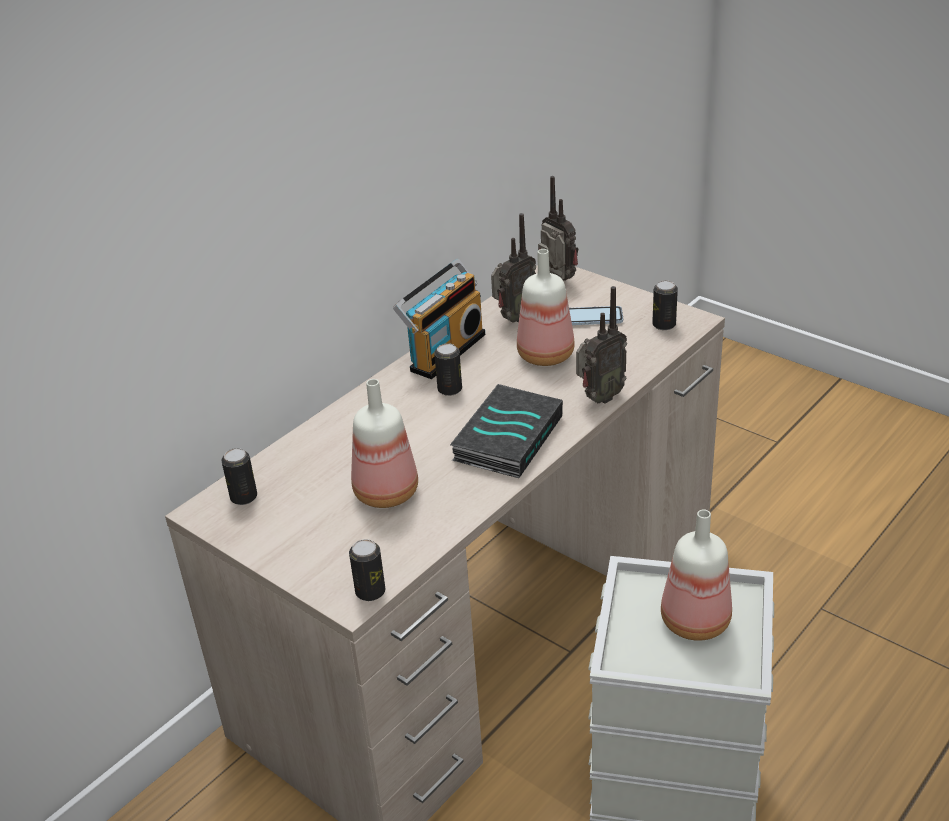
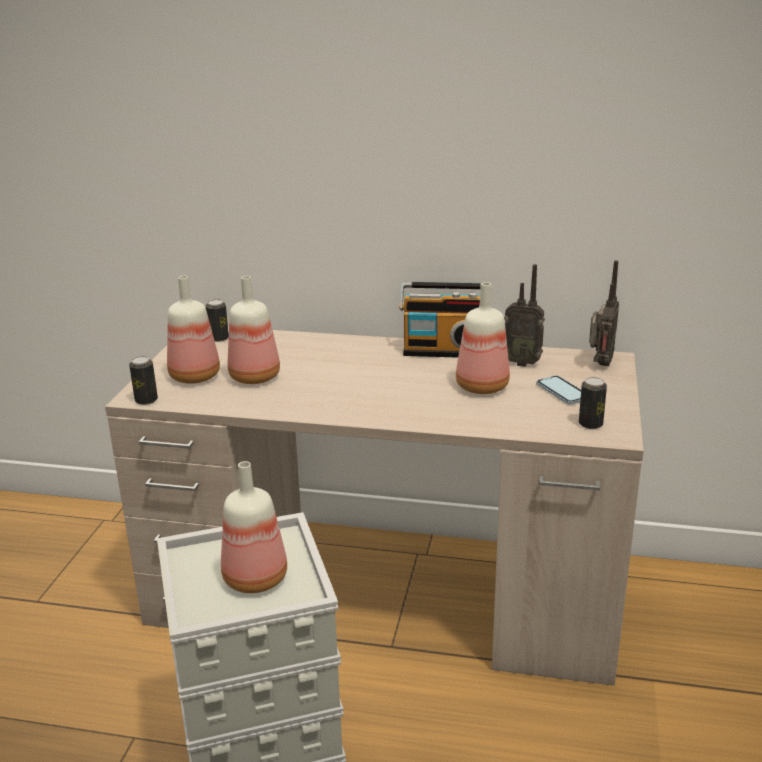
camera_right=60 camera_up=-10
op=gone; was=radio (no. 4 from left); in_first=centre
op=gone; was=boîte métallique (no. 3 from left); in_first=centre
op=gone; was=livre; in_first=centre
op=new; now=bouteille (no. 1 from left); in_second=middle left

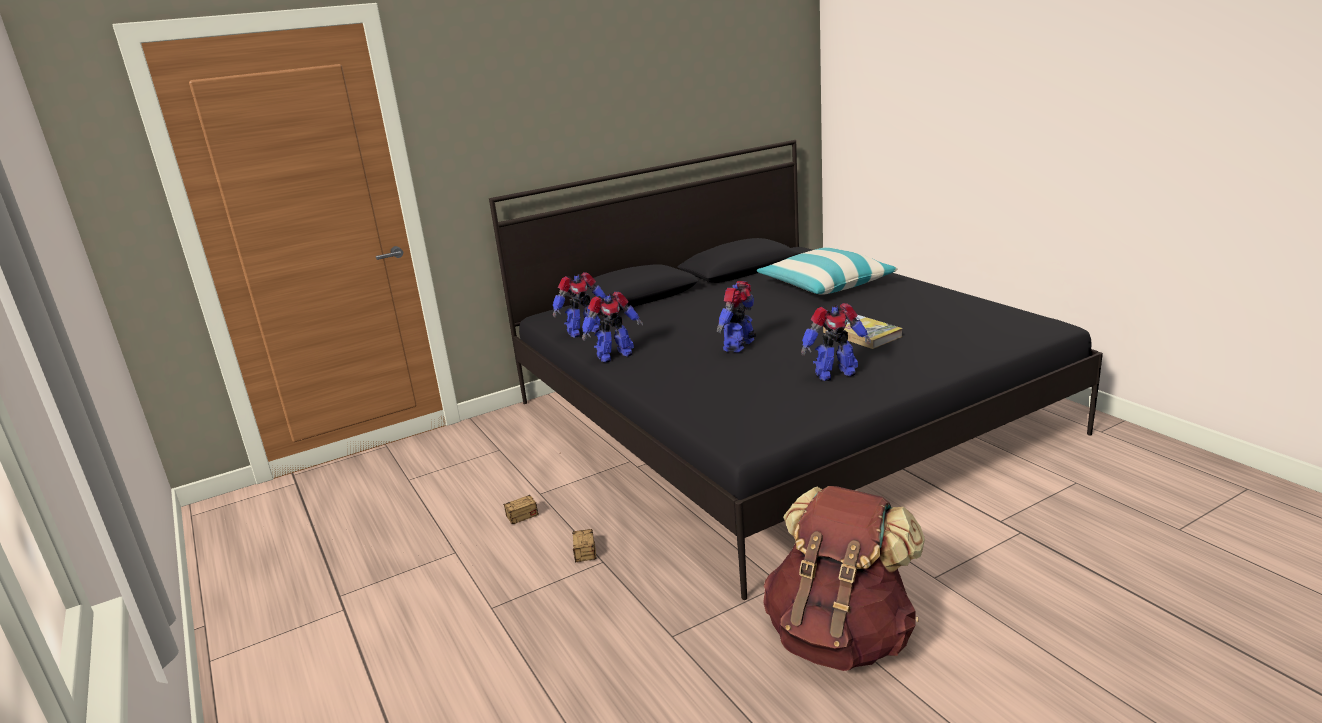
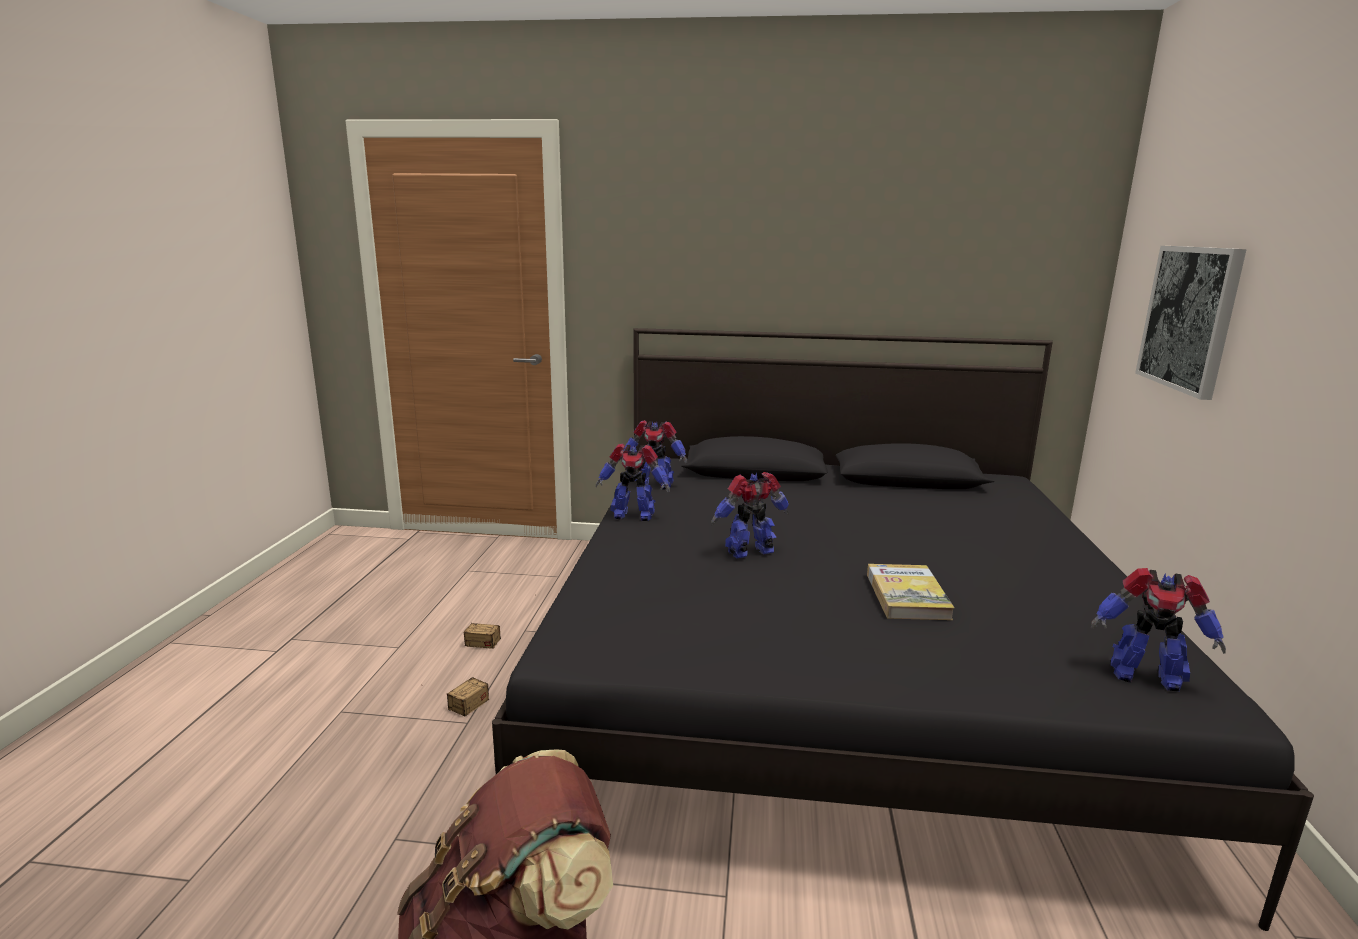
camera_right=35 camera_up=-5
op=gone; was=coussin; in_first=centre
op=shifted; was=robot jouet (no. 4 from left); in_first=centre; in_second=bottom right
op=new; now=tableau; in_second=middle right

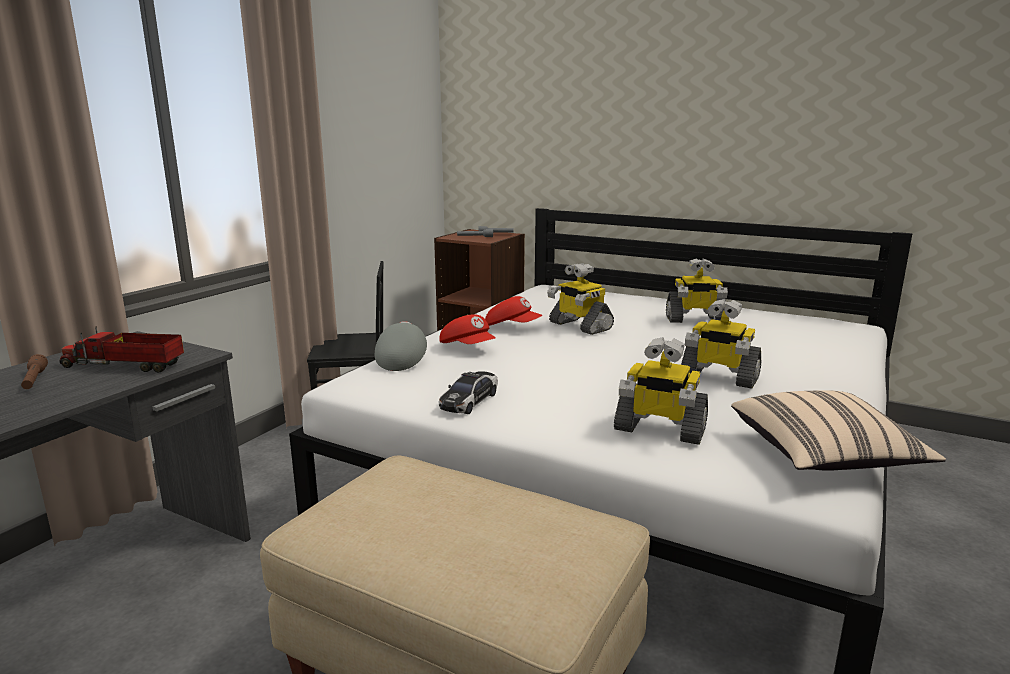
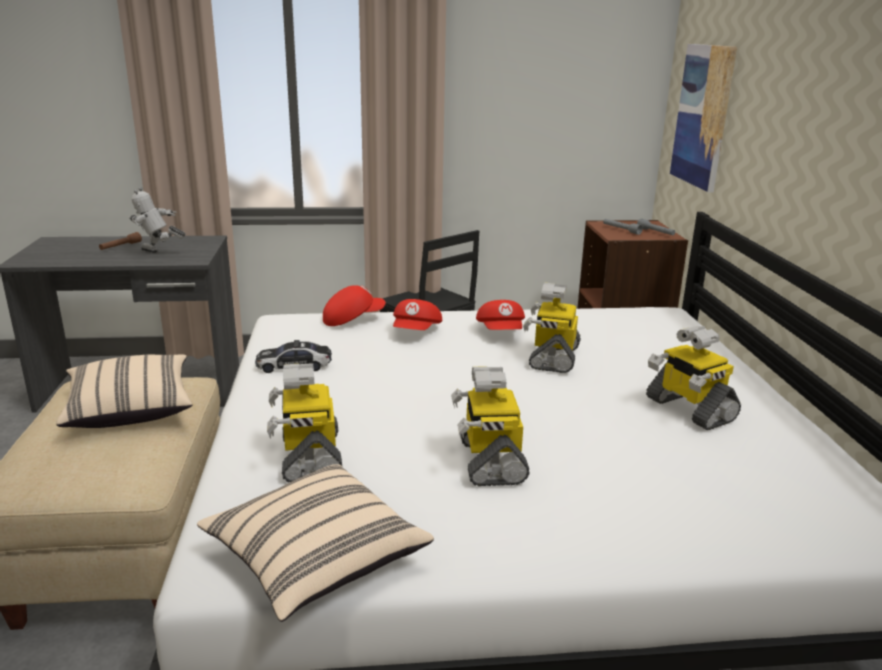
camera_right=55 camera_up=5
op=repainted; was=casquette [gris]; now=casquette [rouge] (no. 1 from left); in_first=centre; in_second=centre
op=swapped; was=camion jouet; now=robot jouet (no. 1 from left); in_first=middle left; in_second=top left
op=new; now=tableau; in_second=top right
op=new; now=coussin [beige] (no. 1 from left); in_second=middle left

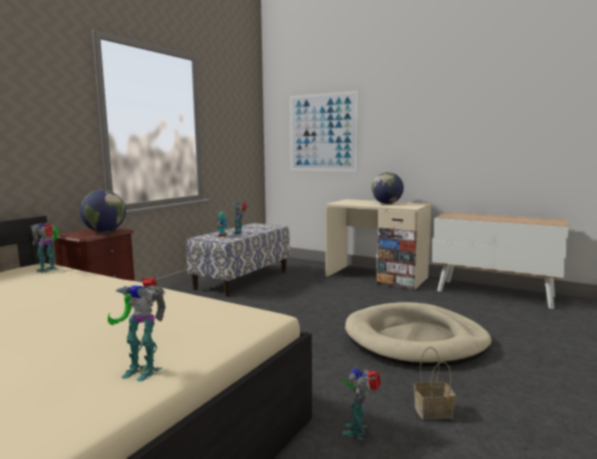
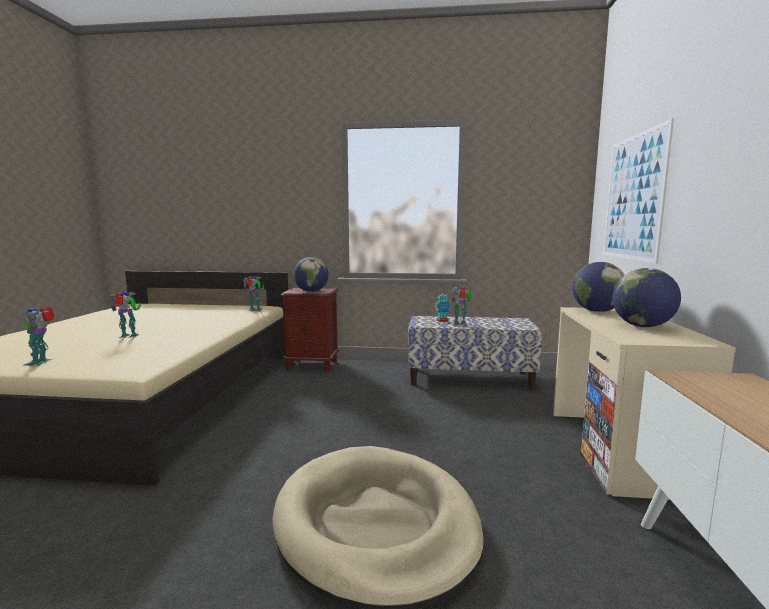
camera_right=65 camera_up=0
op=gone; was=panier; in_first=bottom right
op=shifted; was=robot jouet (no. 5 from left in the first image); now=robot jouet (no. 2 from left); in_first=bottom centre; in_second=middle left
op=new; now=globe (no. 2 from left); in_second=middle right

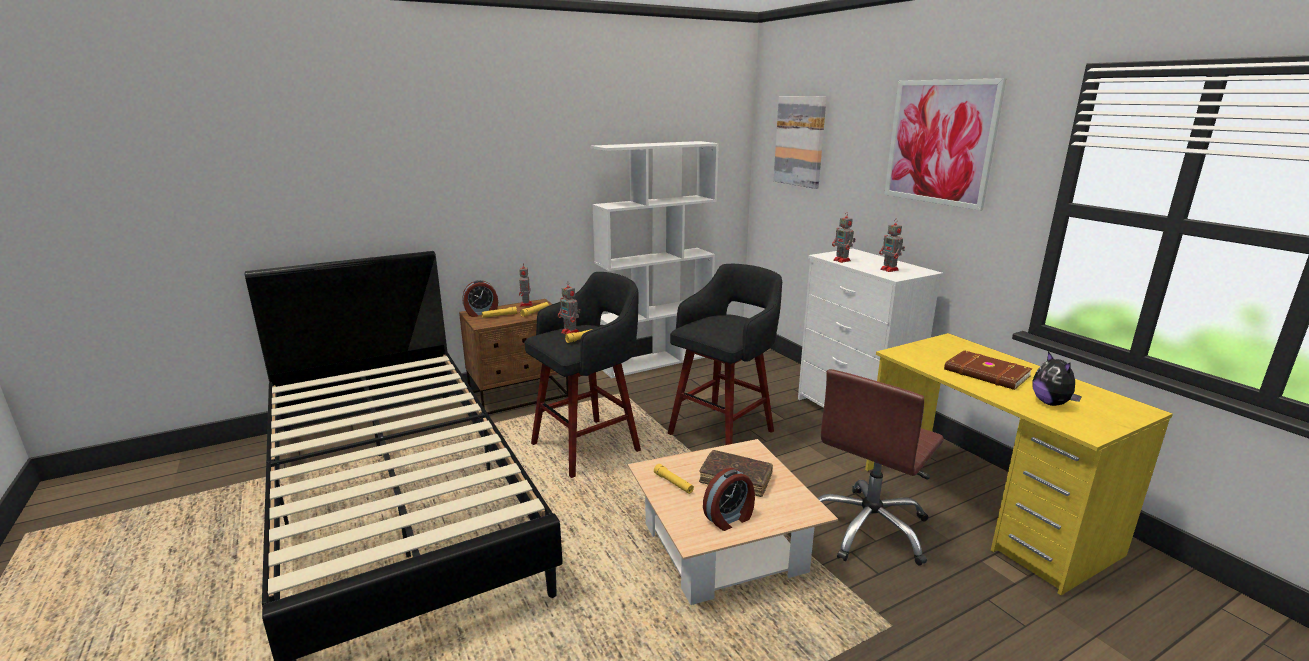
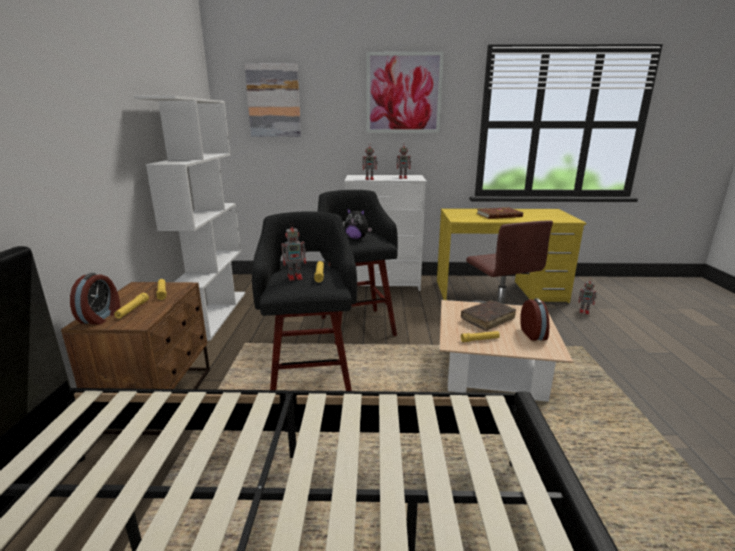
camera_right=-60 camera_up=0
op=shifted; was=robot jouet (no. 1 from left in the first image); now=robot jouet (no. 4 from left); in_first=centre; in_second=middle right
op=shifted; was=peluche; in_first=middle right; in_second=centre

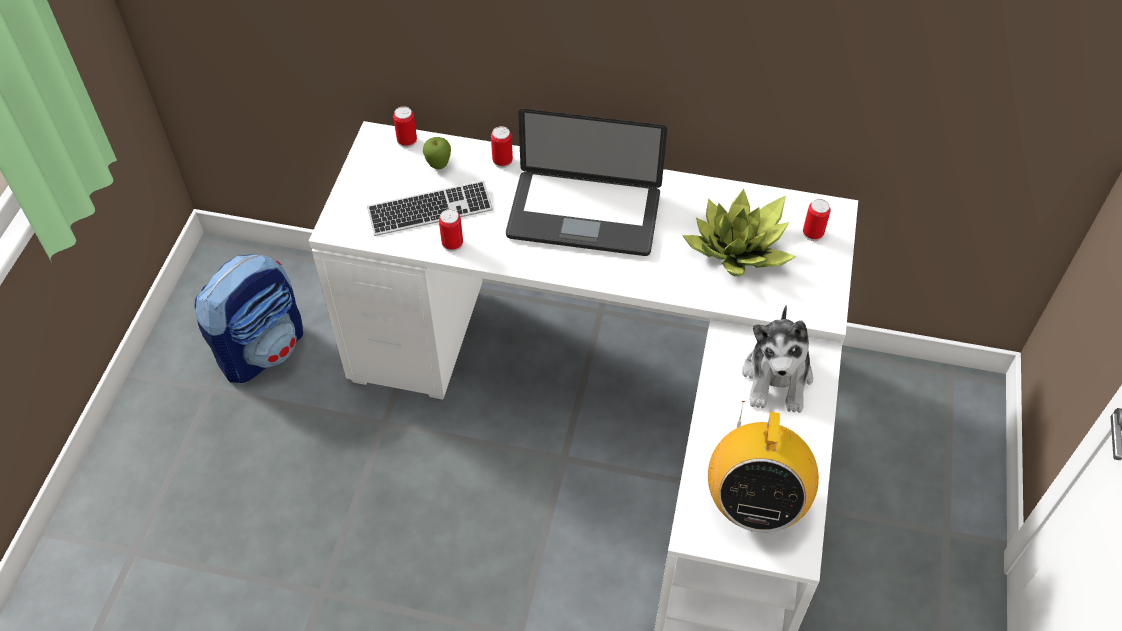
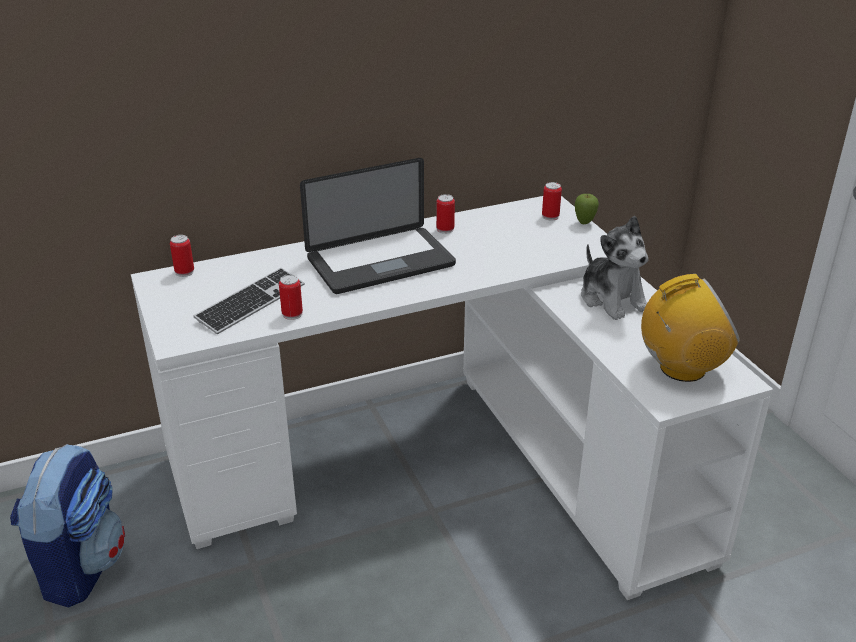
camera_right=-35 camera_up=-20
op=shifted; was=boîte métallique (no. 3 from left); in_first=top centre; in_second=centre
op=shifted; was=pomme; in_first=top centre; in_second=top right
op=gone; was=plante en pot; in_first=centre
op=rotated; was=radio; in_first=bottom right; in_second=middle right; clockwise=-75

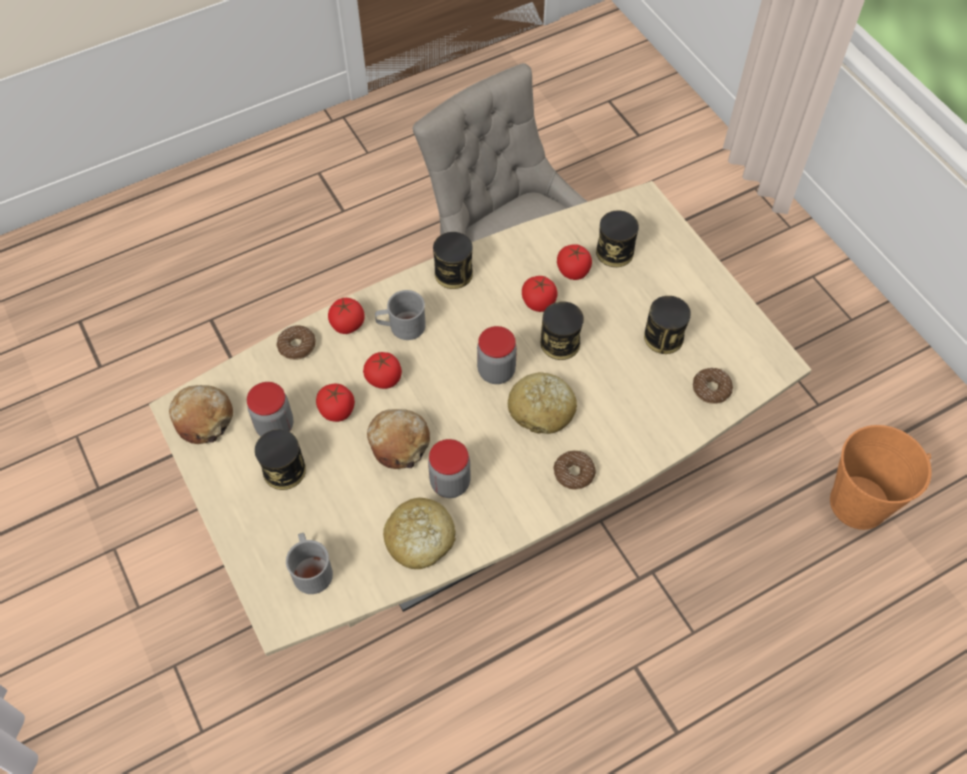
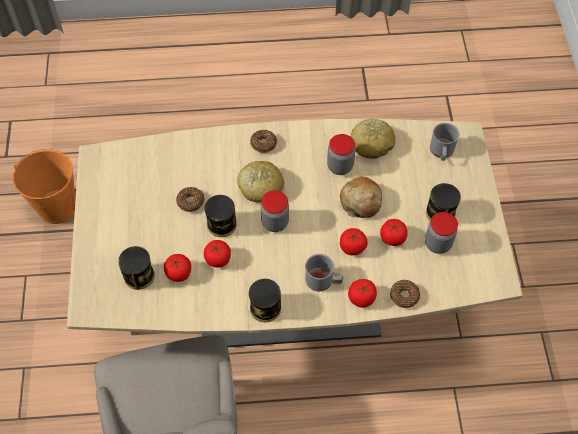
camera_right=-155 camera_up=0
op=gone; was=boîte métallique (no. 5 from left); in_first=middle right
op=shifted; was=beignet (no. 3 from left in the first image); now=beignet (no. 1 from left); in_first=middle right; in_second=middle left
op=gone; was=pain (no. 1 from left); in_first=middle left

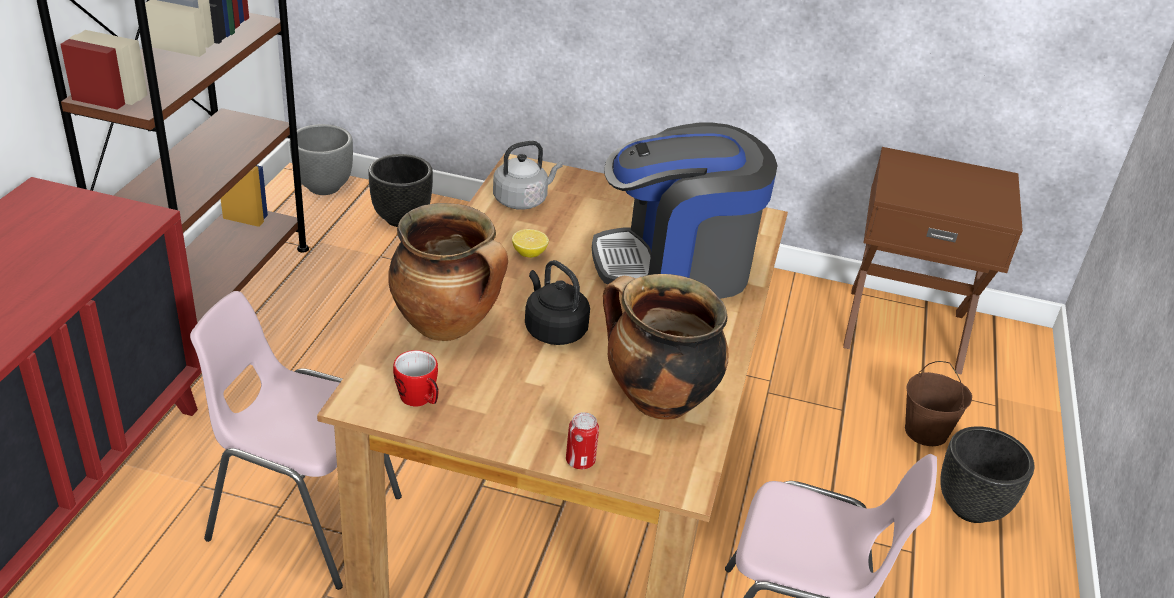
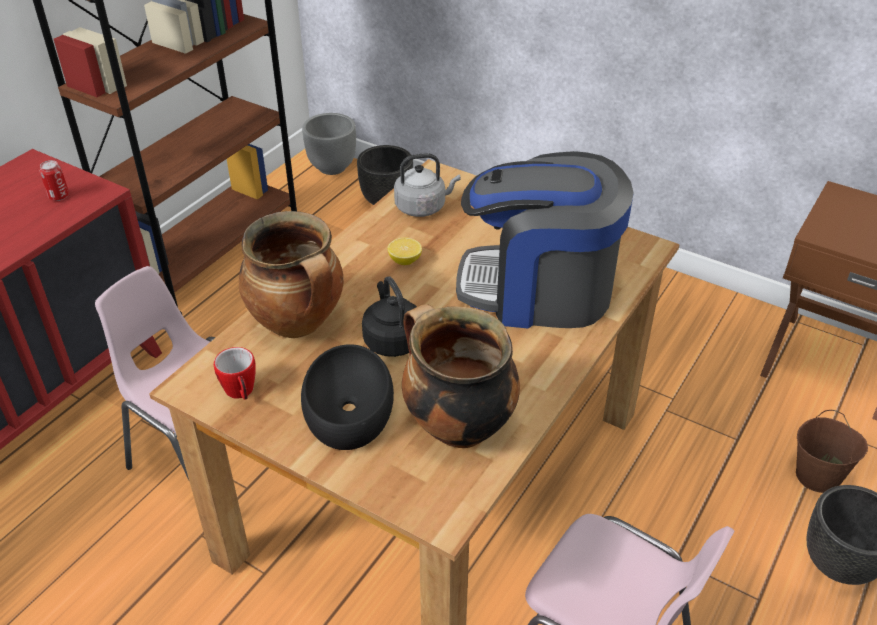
camera_right=20 camera_up=5
op=shifted; was=boîte métallique; in_first=bottom centre; in_second=top left
op=new; now=bol [noir]; in_second=centre

